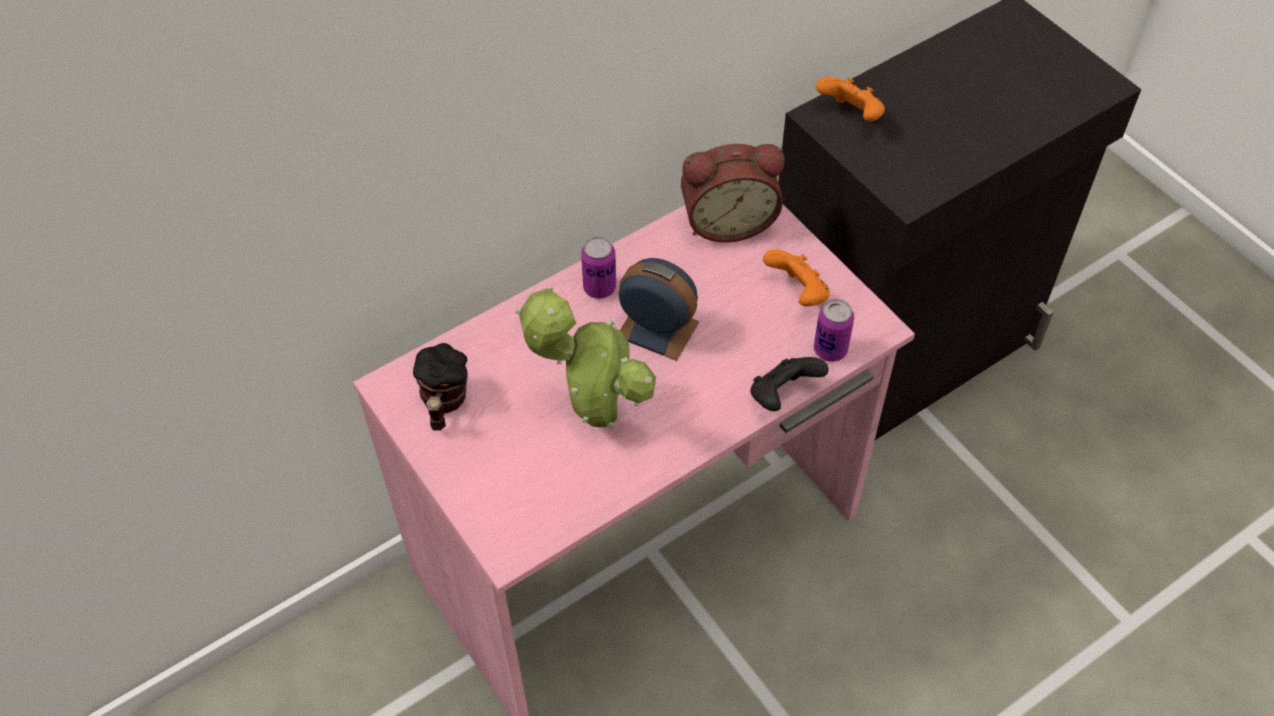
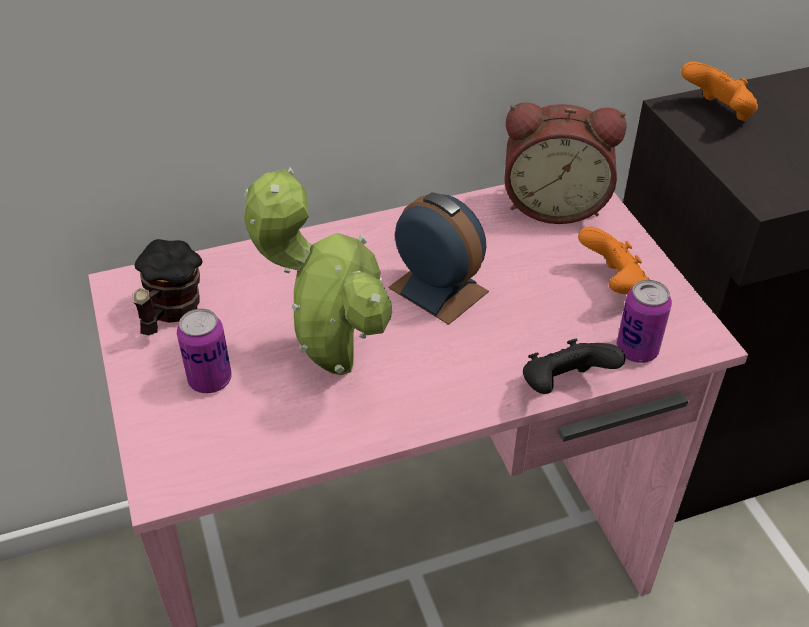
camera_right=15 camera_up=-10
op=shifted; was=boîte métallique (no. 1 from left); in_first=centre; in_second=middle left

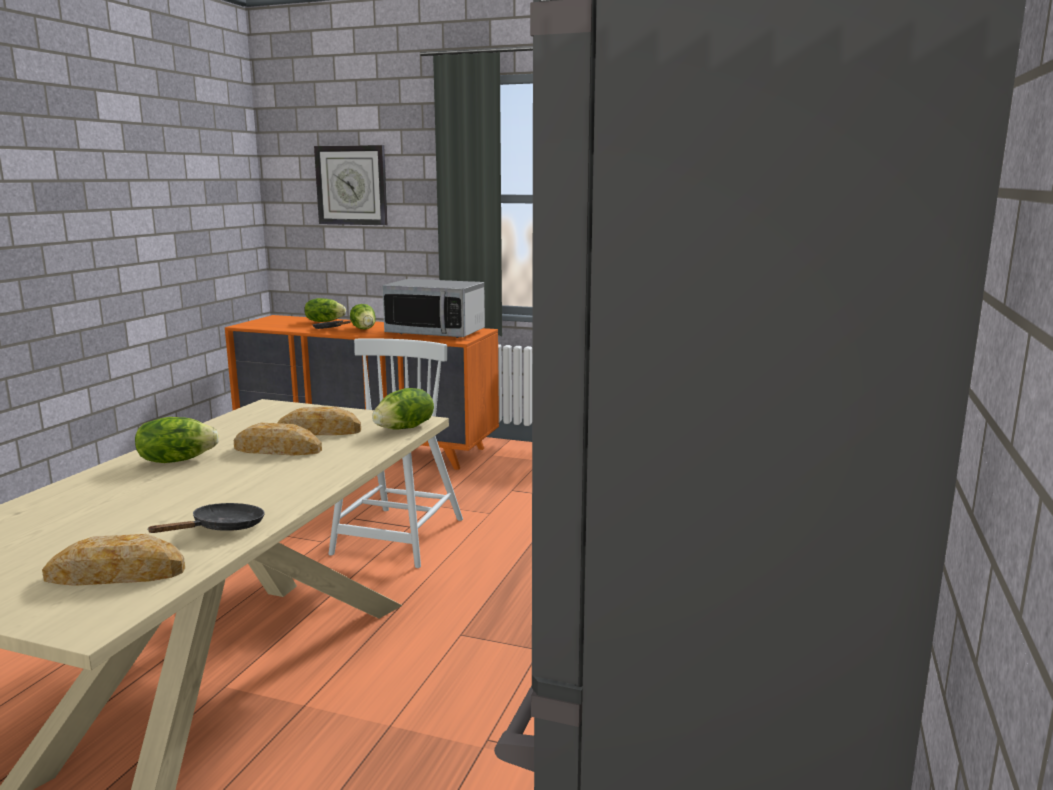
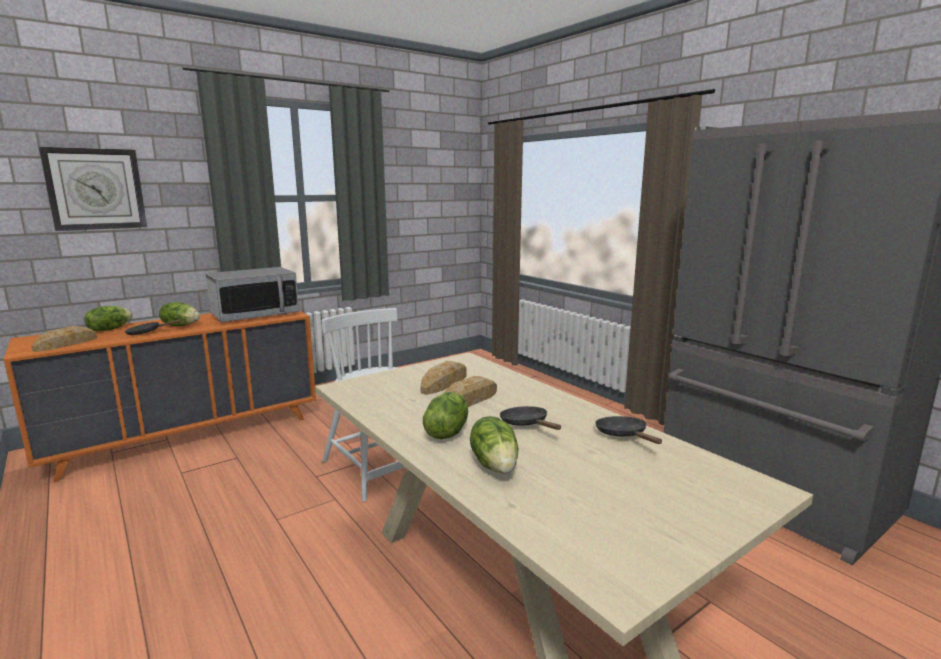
camera_right=-55 camera_up=0
op=shifted; was=laitue (no. 4 from left); in_first=centre; in_second=bottom centre
op=shifted; was=pain (no. 1 from left); in_first=bottom left; in_second=middle left
op=new; now=poêle [noir] (no. 2 from left); in_second=centre

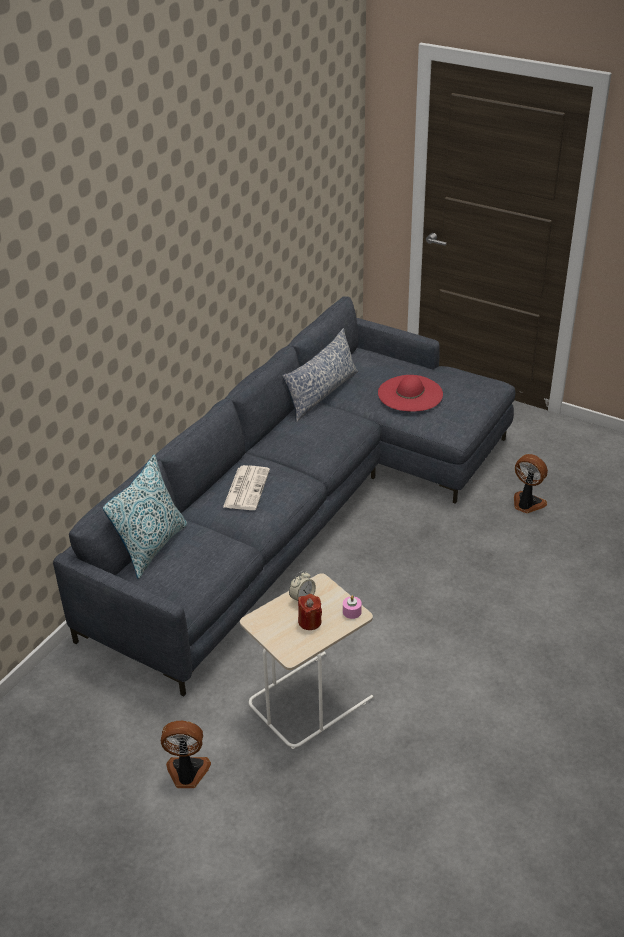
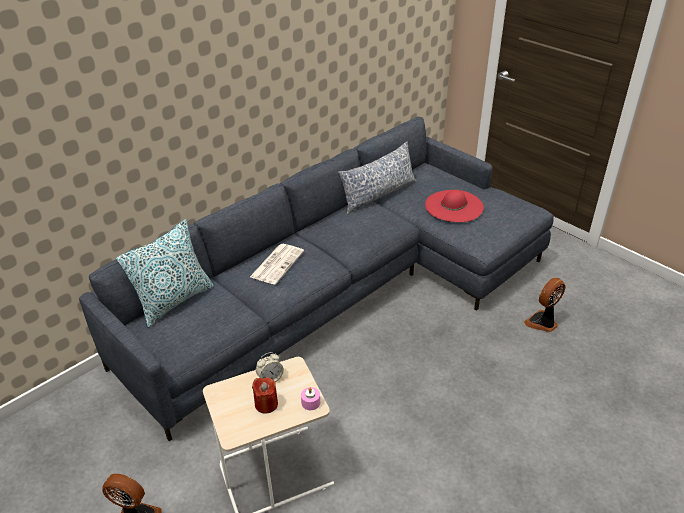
camera_right=15 camera_up=0
op=rotated; was=ventilateur (no. 2 from left); in_first=middle right; in_second=middle right; clockwise=-90

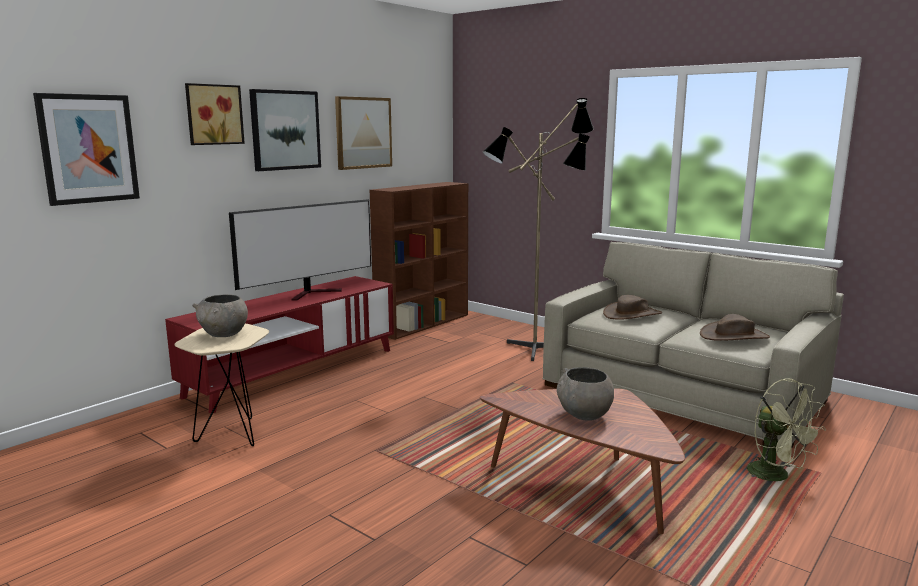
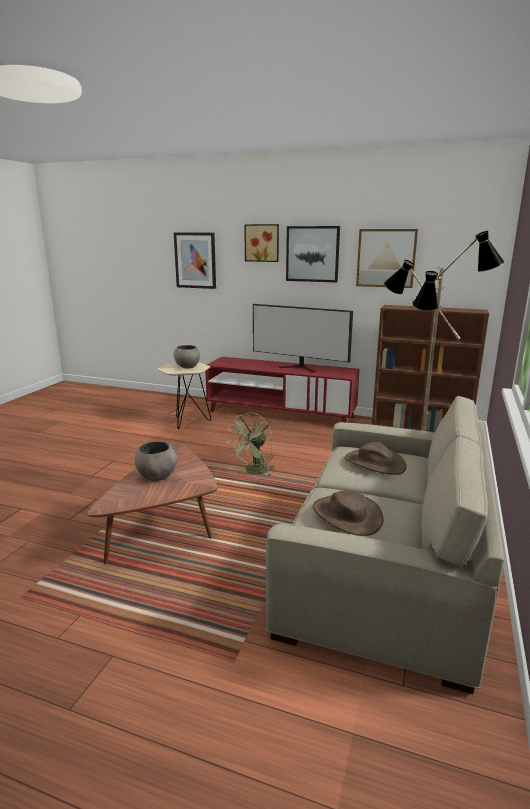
camera_right=70 camera_up=5
op=shifted; was=ventilateur [vert]; in_first=bottom right; in_second=centre

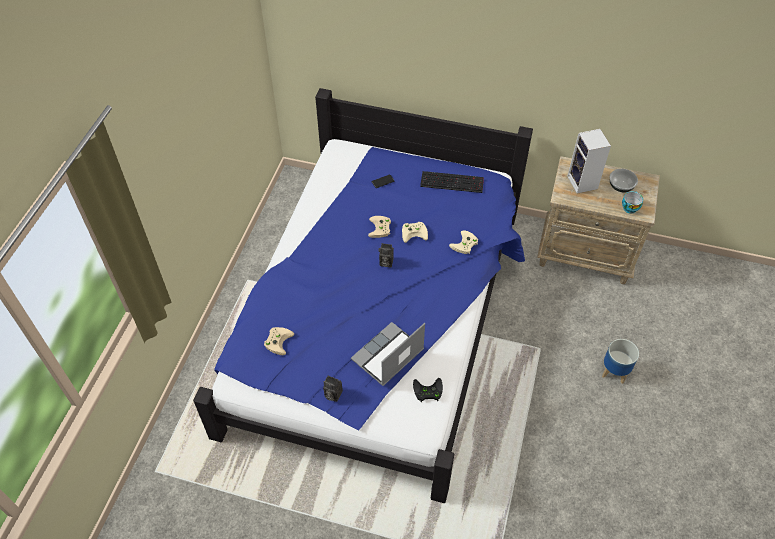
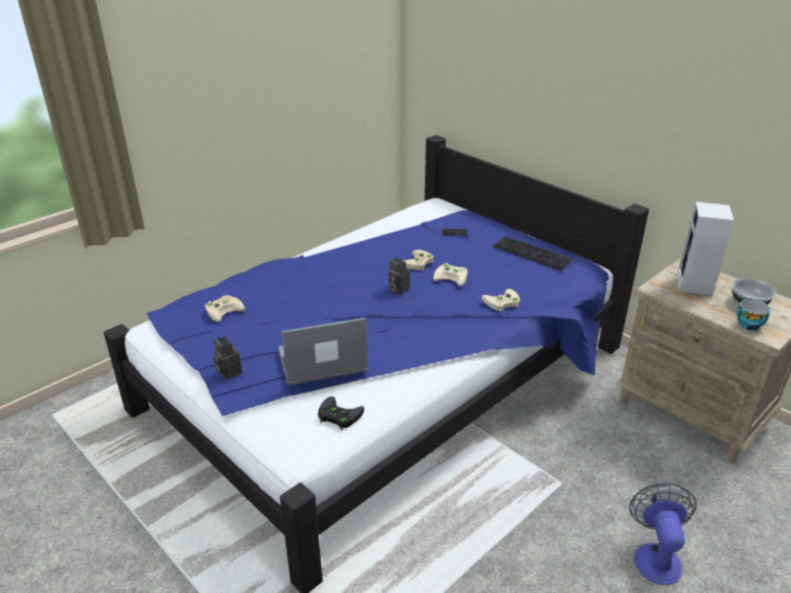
camera_right=30 camera_up=-20
op=swapped; was=cache-pot; now=ventilateur; in_first=bottom right; in_second=bottom right

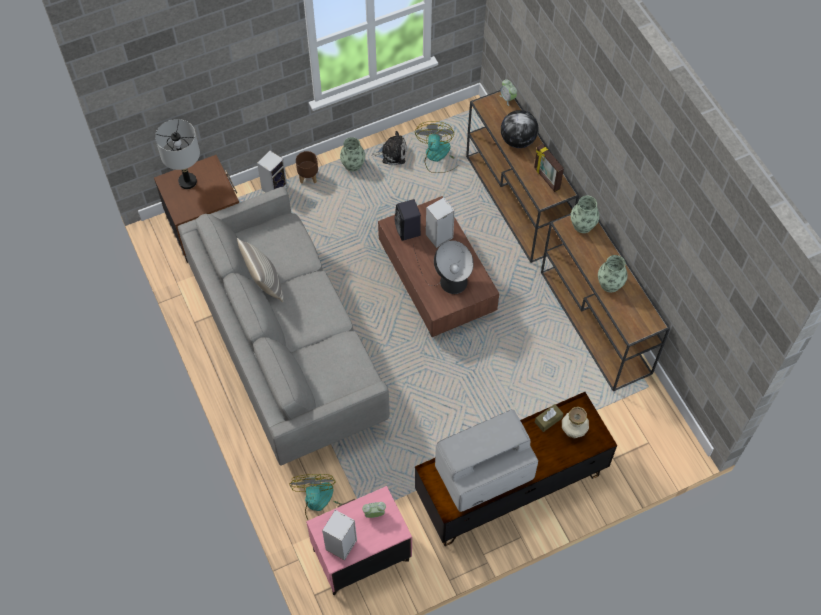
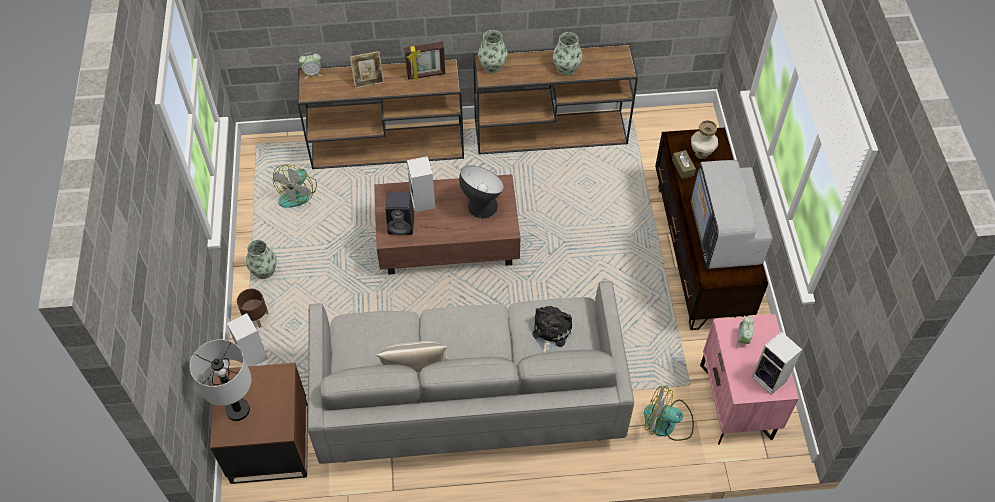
camera_right=-70 camera_up=-5
op=swapped; was=globe; now=cadre photo (no. 1 from left); in_first=top centre; in_second=top centre
op=rotated; was=ventilateur (no. 2 from left in the first image); in_first=top centre; in_second=middle left; clockwise=-90
op=shifted; was=peluche; in_first=top centre; in_second=centre

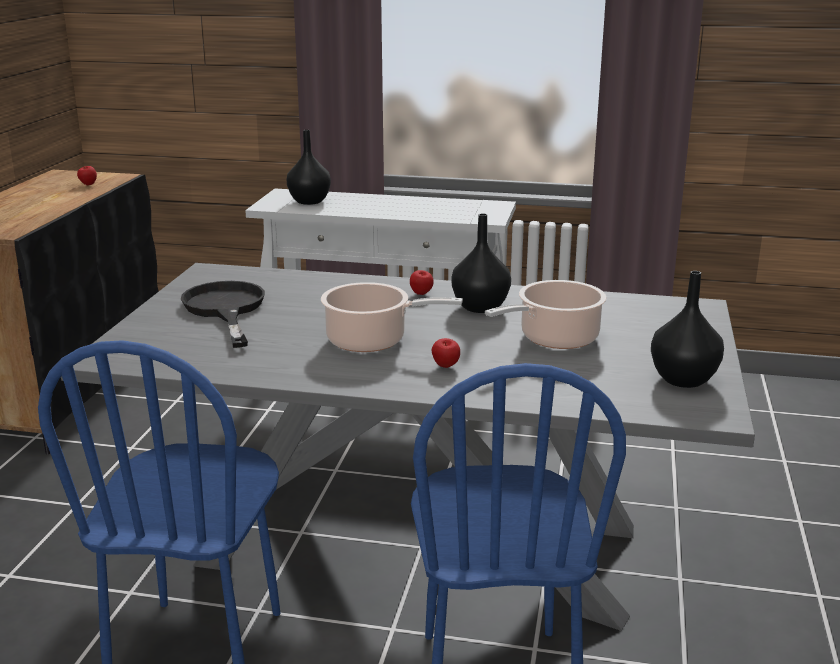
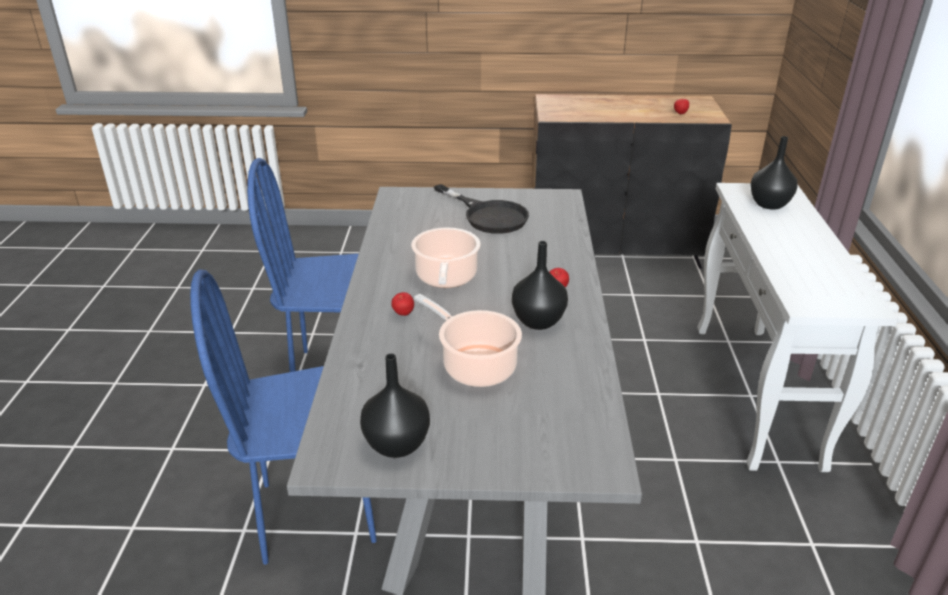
camera_right=80 camera_up=10
op=rotated; was=poêle [noir]; in_first=middle left; in_second=centre; clockwise=75

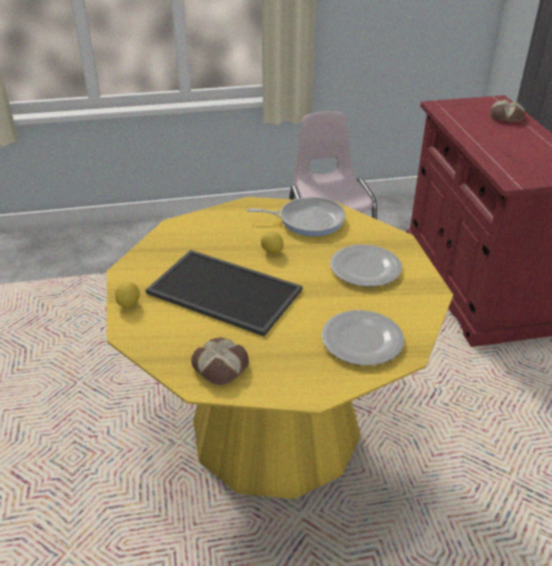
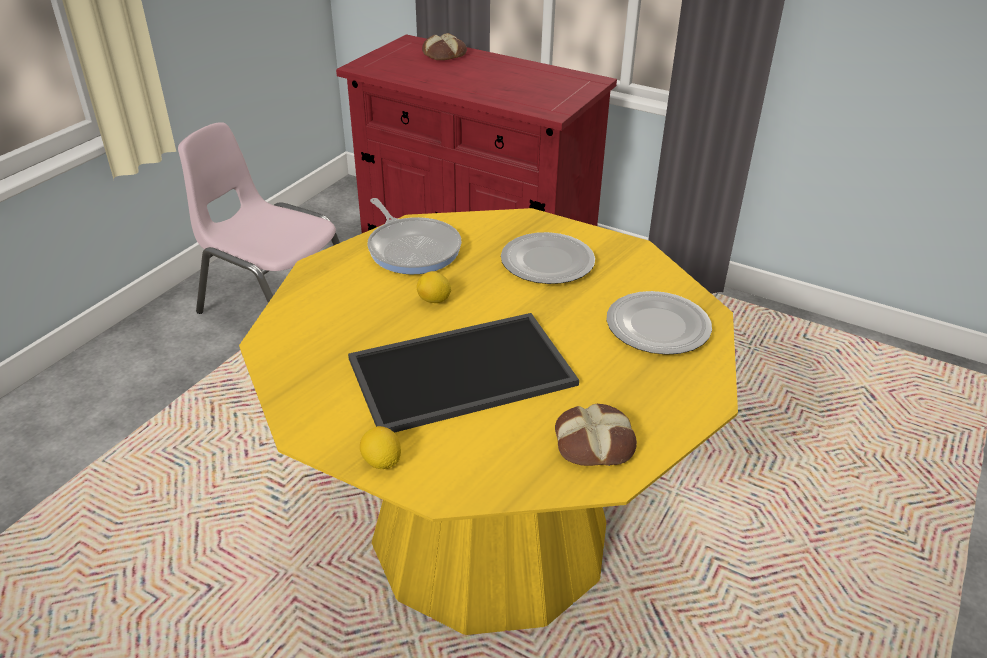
camera_right=-50 camera_up=0
op=rotated; was=poêle; in_first=centre; in_second=centre; clockwise=105

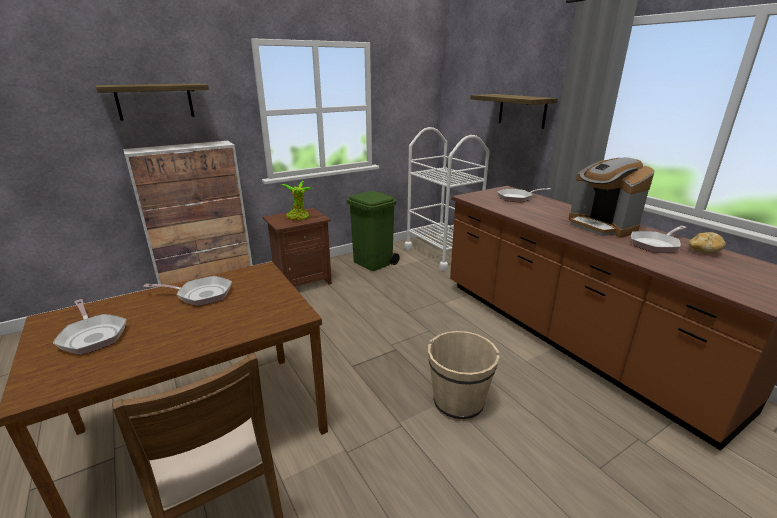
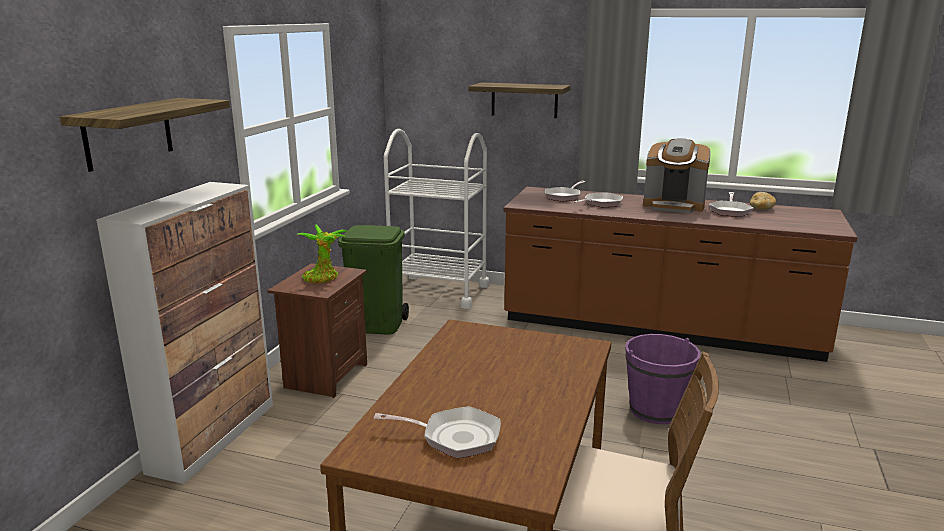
camera_right=-40 camera_up=-5
op=shifted; was=poêle (no. 2 from left in the first image); now=poêle (no. 3 from left); in_first=middle left; in_second=centre
op=repainted; was=seau [beige]; now=seau [violet]; in_first=bottom centre; in_second=bottom right

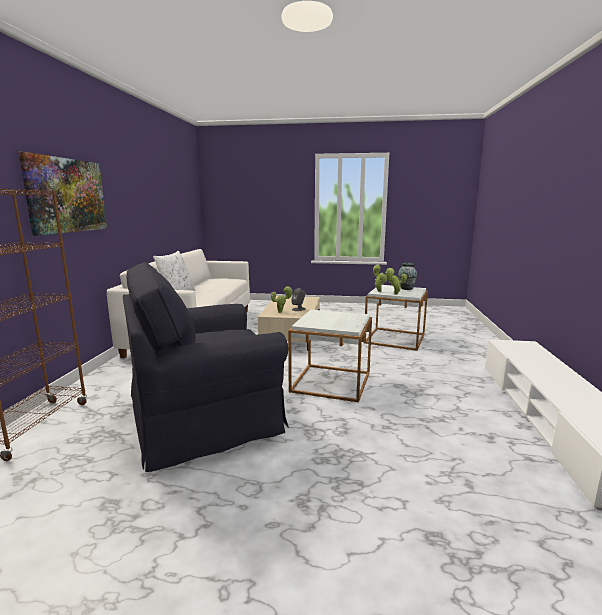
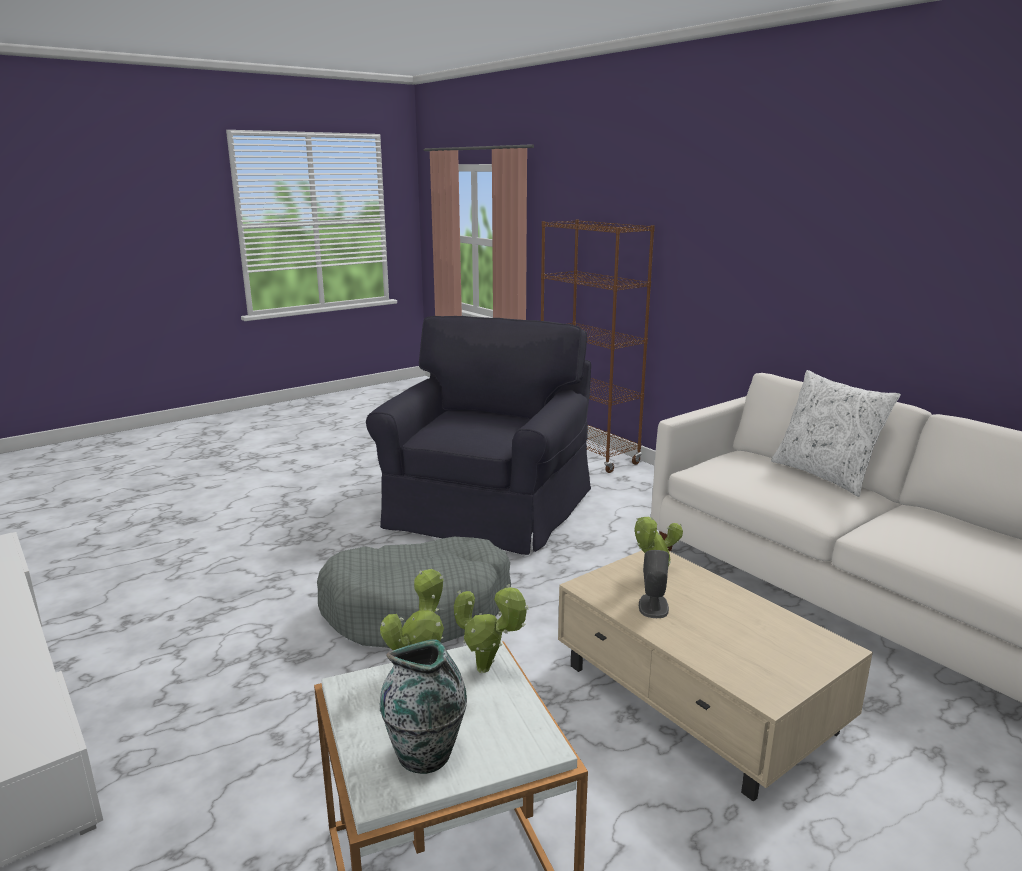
camera_right=135 camera_up=5
op=gone; was=tableau; in_first=top left
op=swapped; was=table d'appoint [blanc] (no. 1 from left); now=panier pour chien [gris]; in_first=centre; in_second=bottom centre

